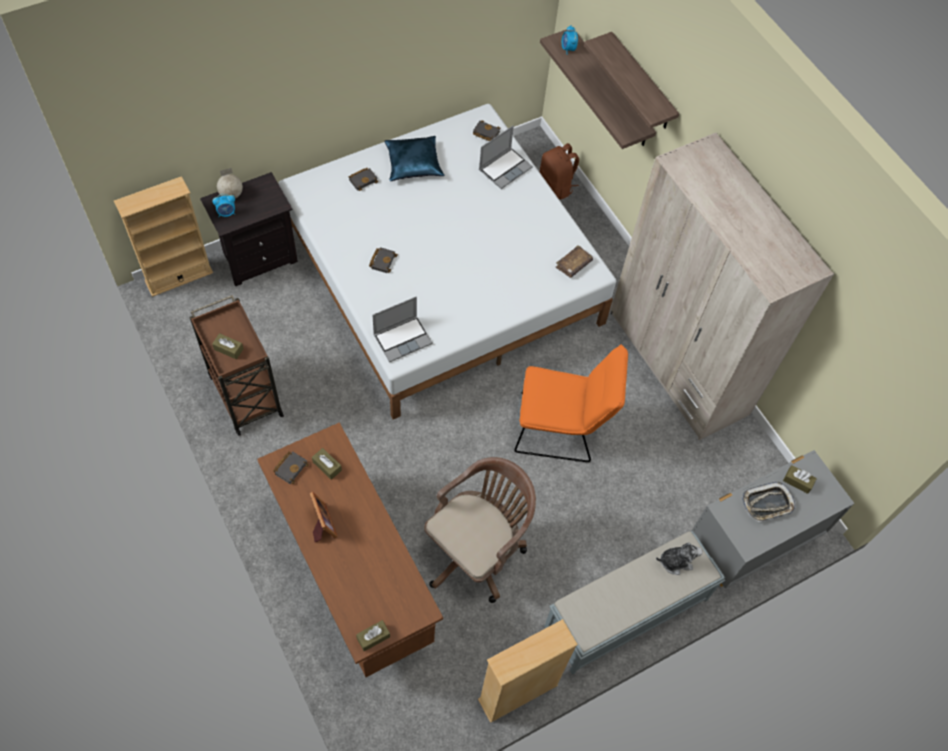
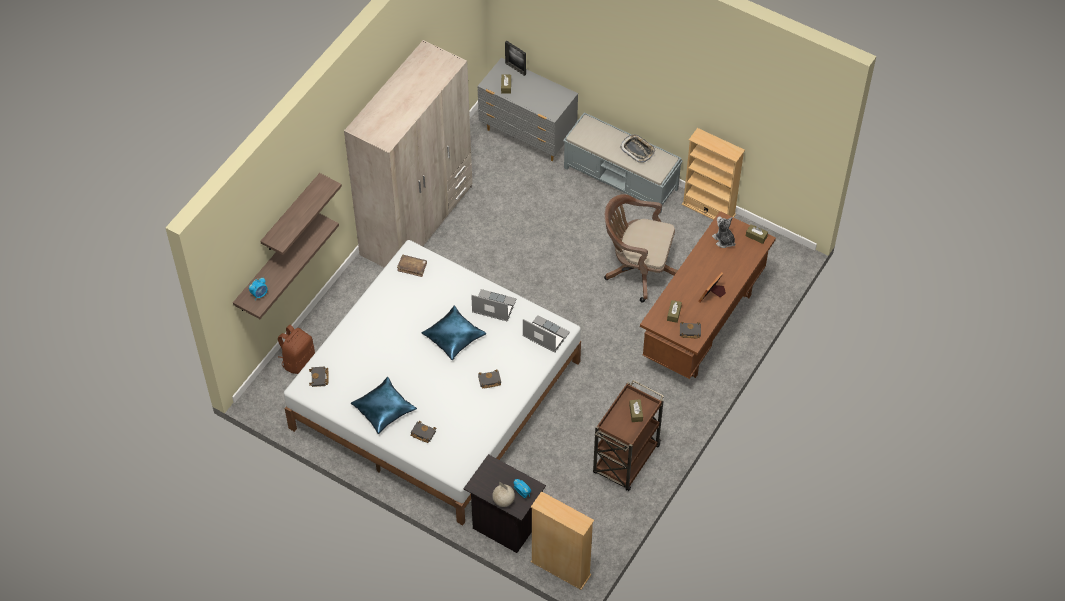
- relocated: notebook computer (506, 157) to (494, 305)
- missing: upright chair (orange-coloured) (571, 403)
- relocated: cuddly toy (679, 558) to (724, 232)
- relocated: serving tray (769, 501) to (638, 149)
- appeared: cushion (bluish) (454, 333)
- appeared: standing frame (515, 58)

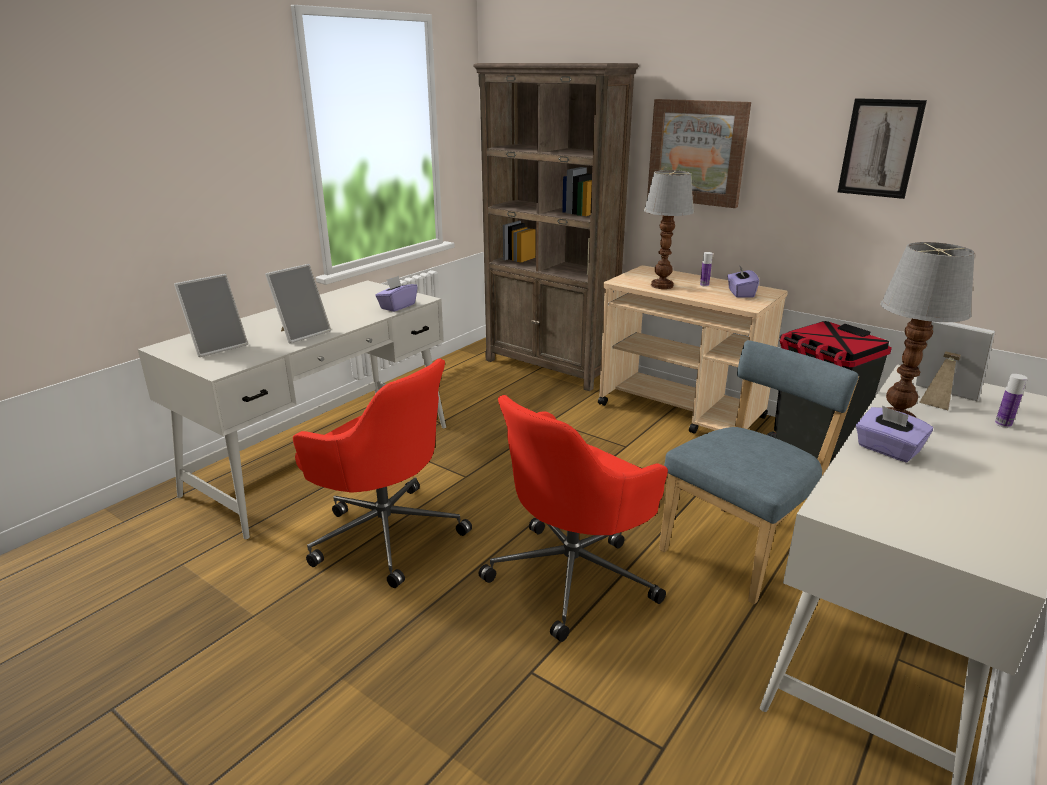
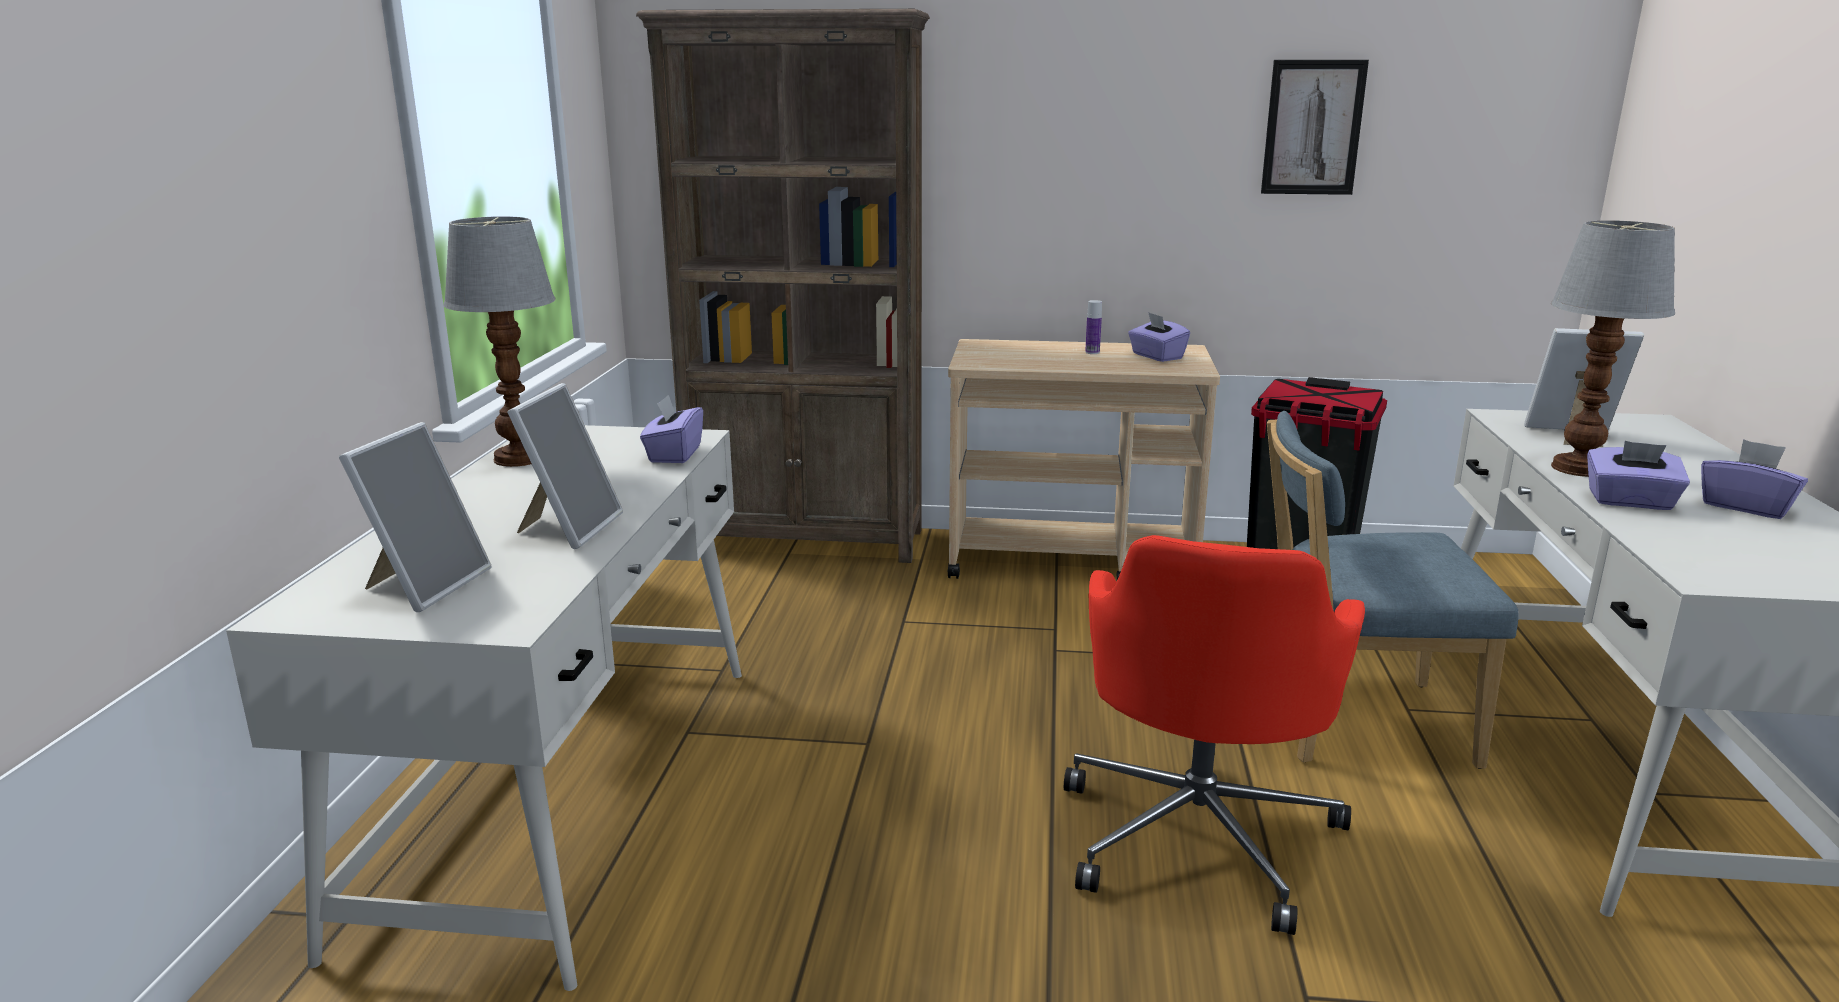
- missing: office chair (reddish) (382, 473)
- relocated: tabletop lamp (669, 229) to (499, 341)
- missing: picture (699, 153)
- spun: upright chair (bluish) (759, 472) = (1392, 590) 105 degrees counterclockwise
- missing: bottle (1011, 401)
- appeared: box of tissues (purple-coloured) (1754, 479)

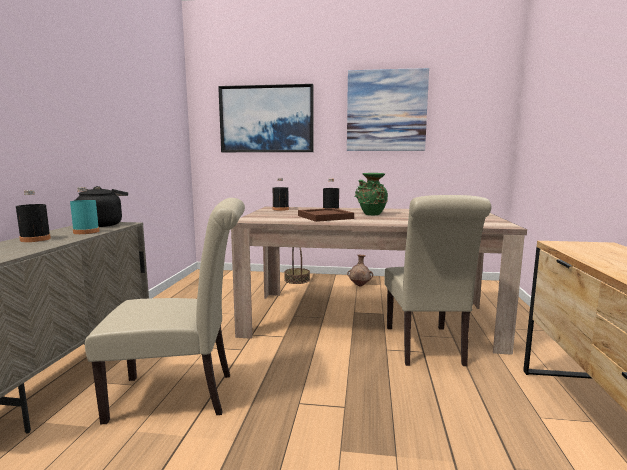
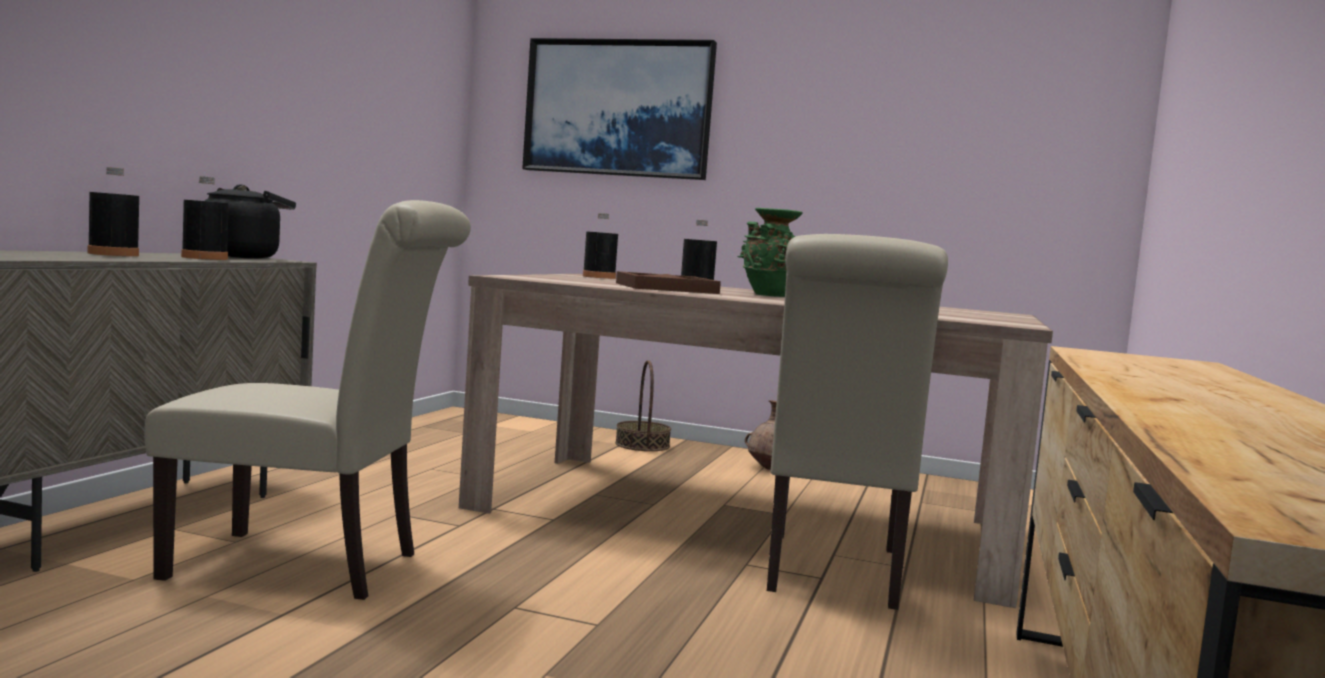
- colour: bottle (turquoise-coloured) (84, 210) to bottle (black) (205, 218)
- missing: picture (388, 109)

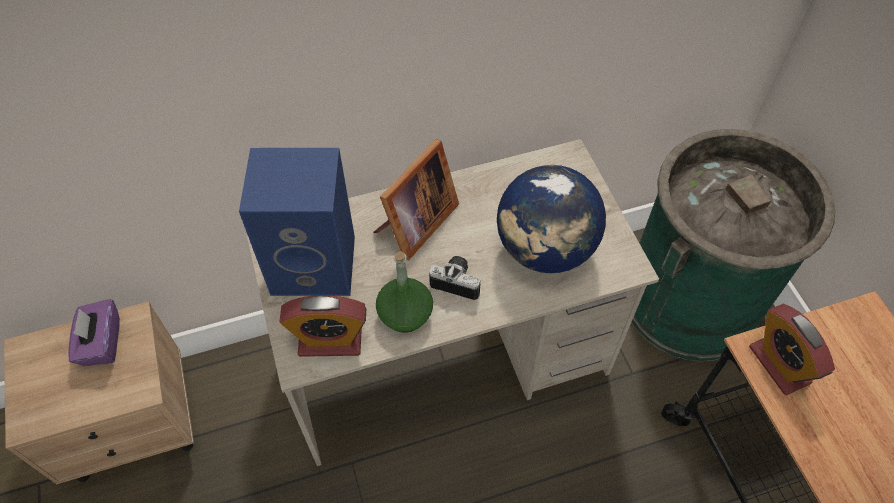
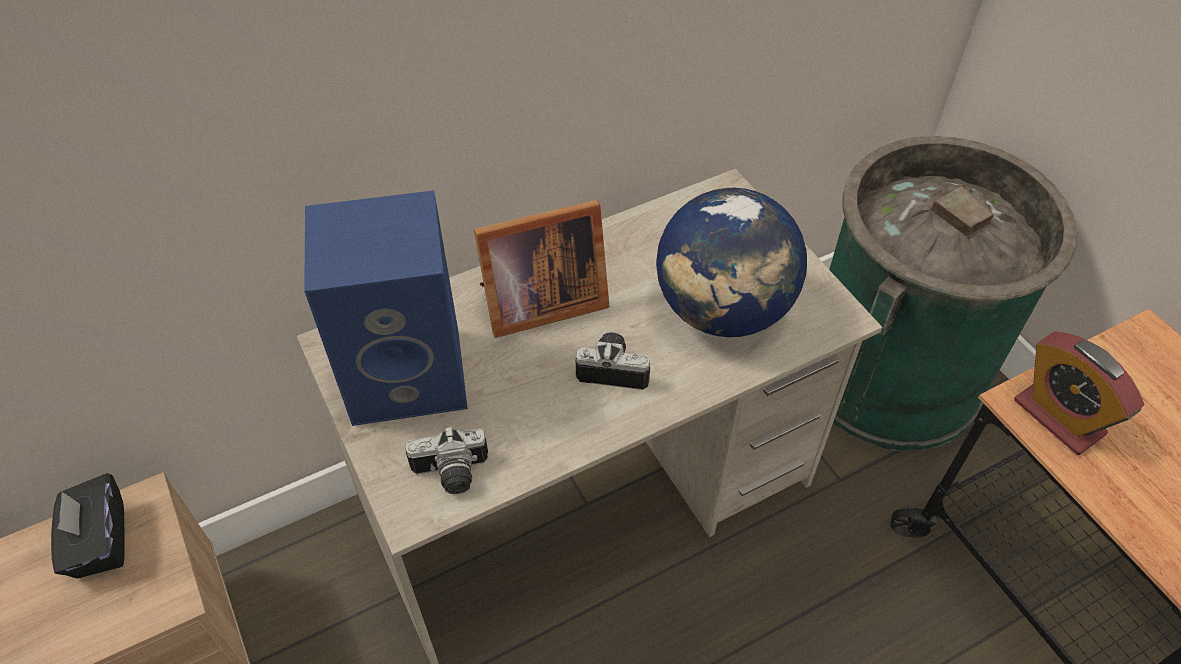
- colour: box of tissues (purple-coloured) (94, 332) to box of tissues (black) (88, 526)
- exchanged: alarm clock (322, 326) to photo camera (447, 460)
- spun: standing frame (416, 199) = (541, 269) 45 degrees clockwise
- missing: bottle (green-coloured) (404, 291)

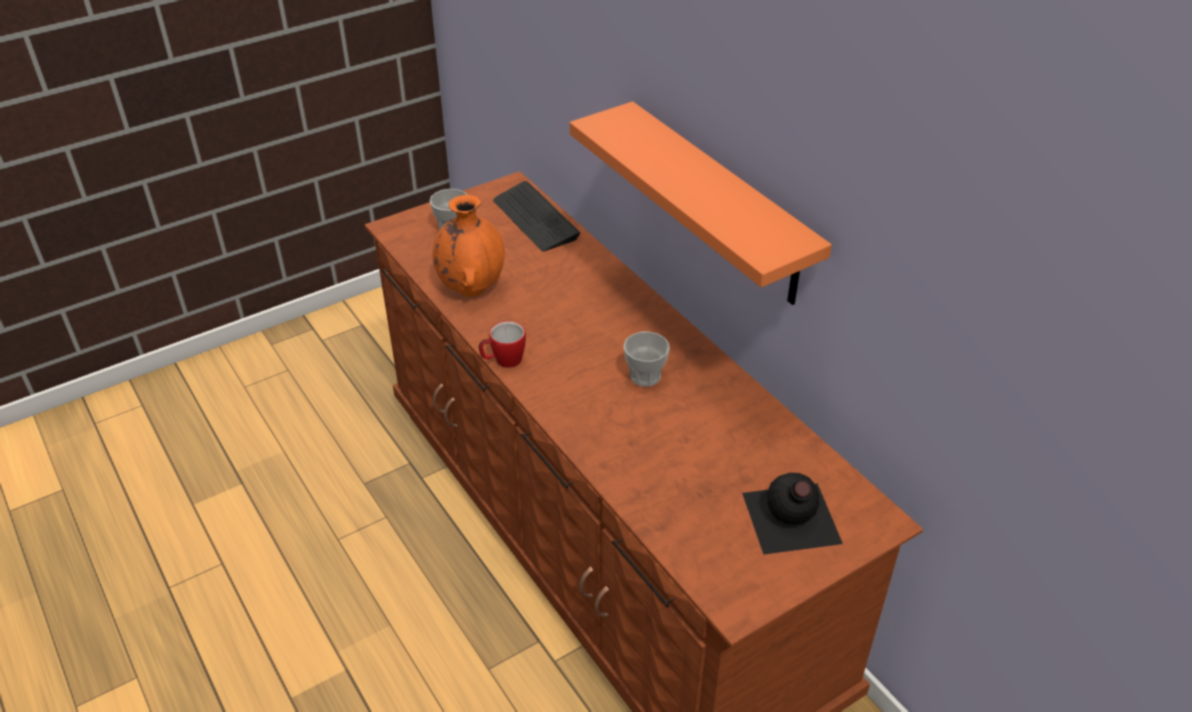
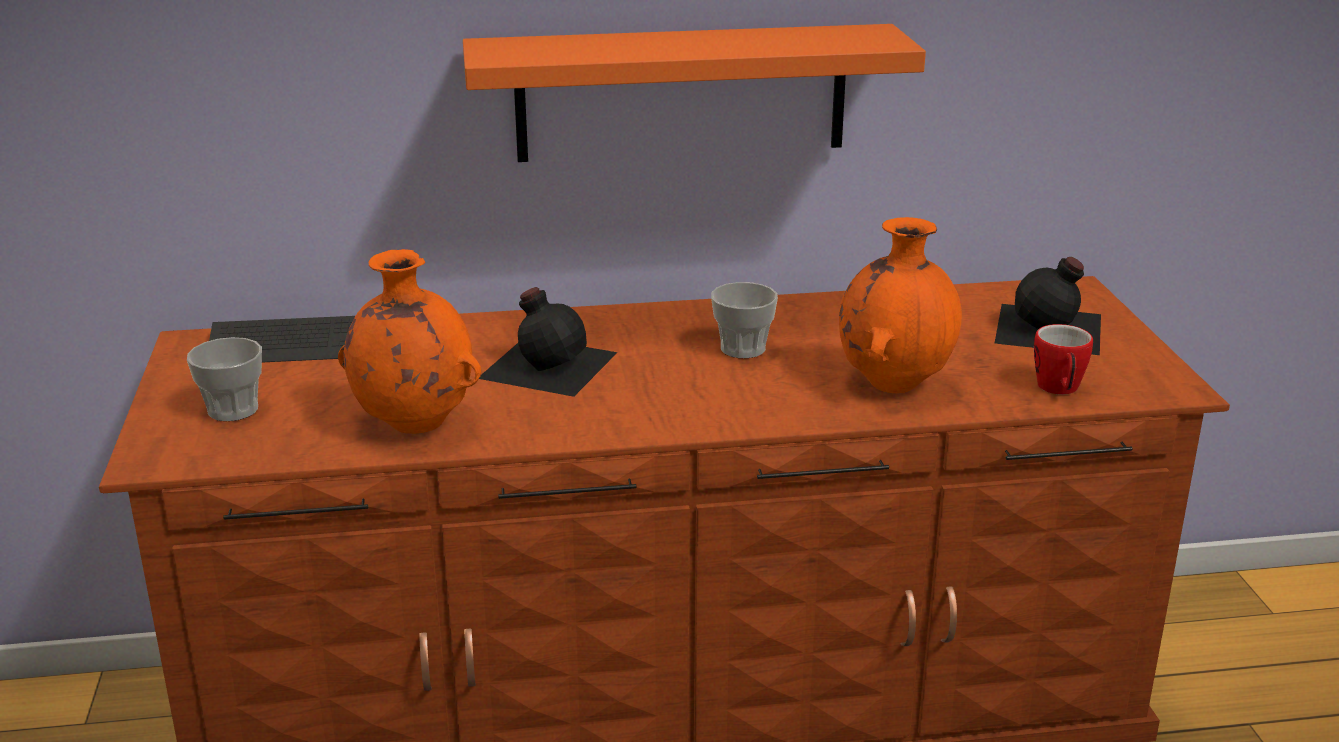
- relocated: tea mug (502, 344) to (1063, 359)
- appeared: bottle (black) (548, 342)
- appeared: decorative vase (orange-coloured) (900, 305)

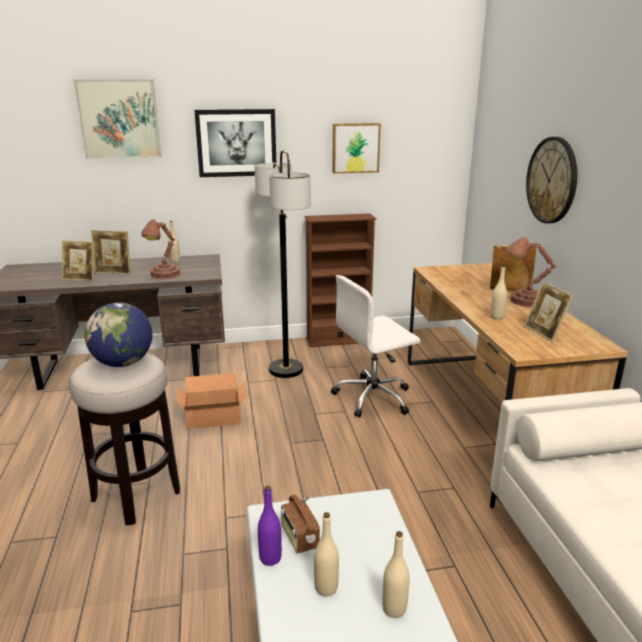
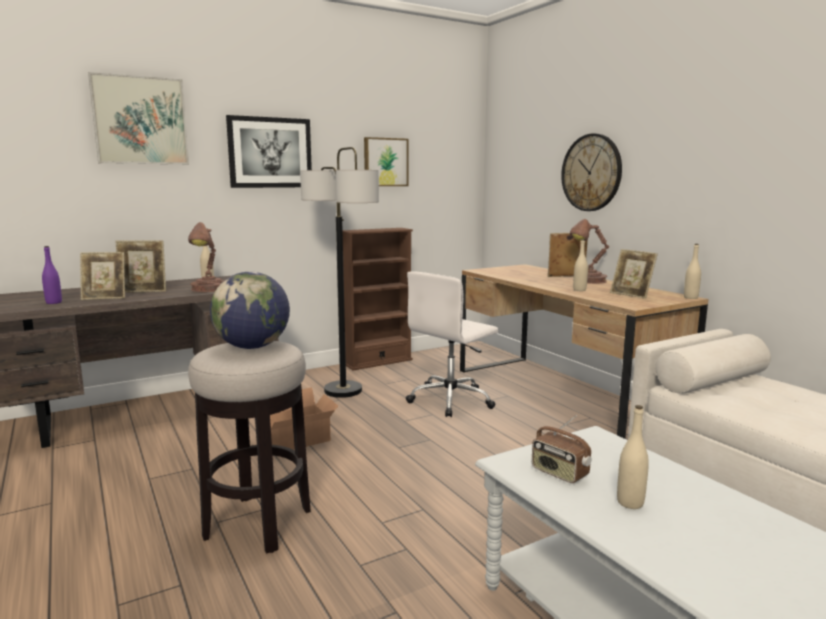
- relocated: bottle (purple-coloured) (270, 526) to (52, 275)
- relocated: bottle (sand-coloured) (396, 574) to (692, 271)

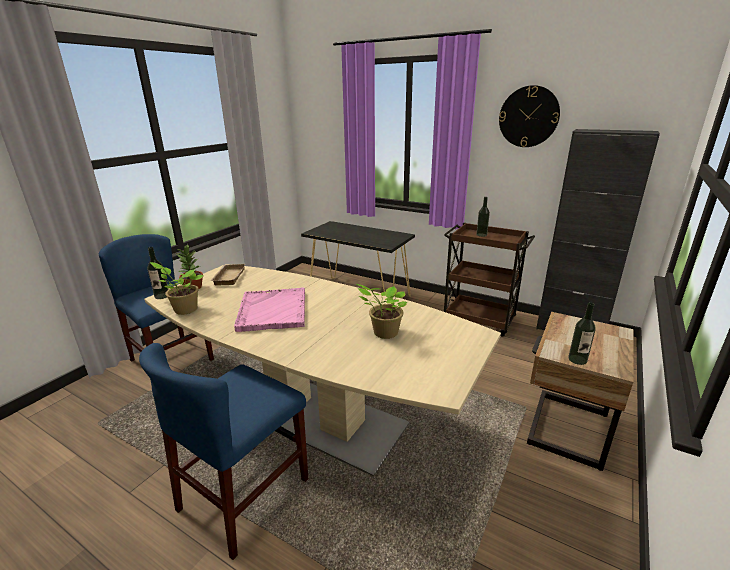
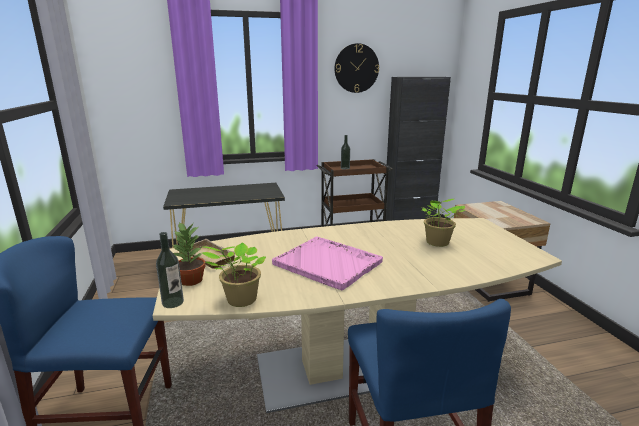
- missing: bottle (582, 334)

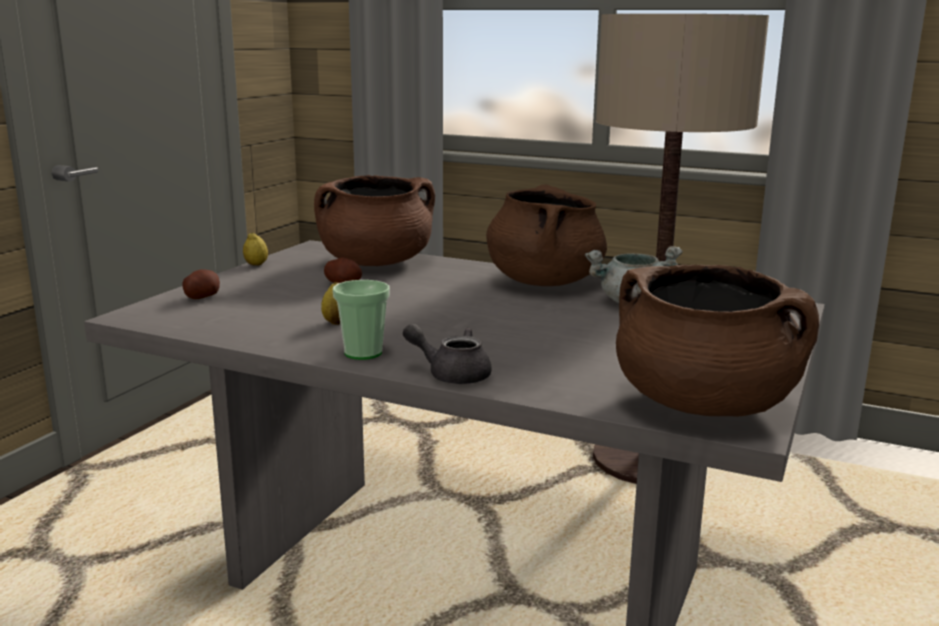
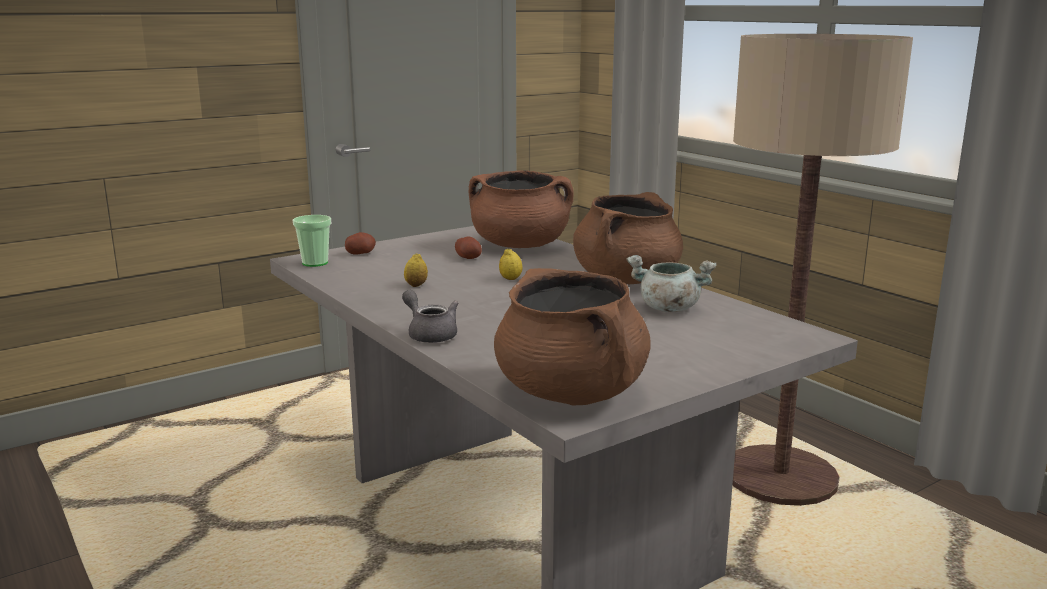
- relocated: lemon (255, 249) to (511, 264)
- relocated: cup (361, 320) to (312, 241)

